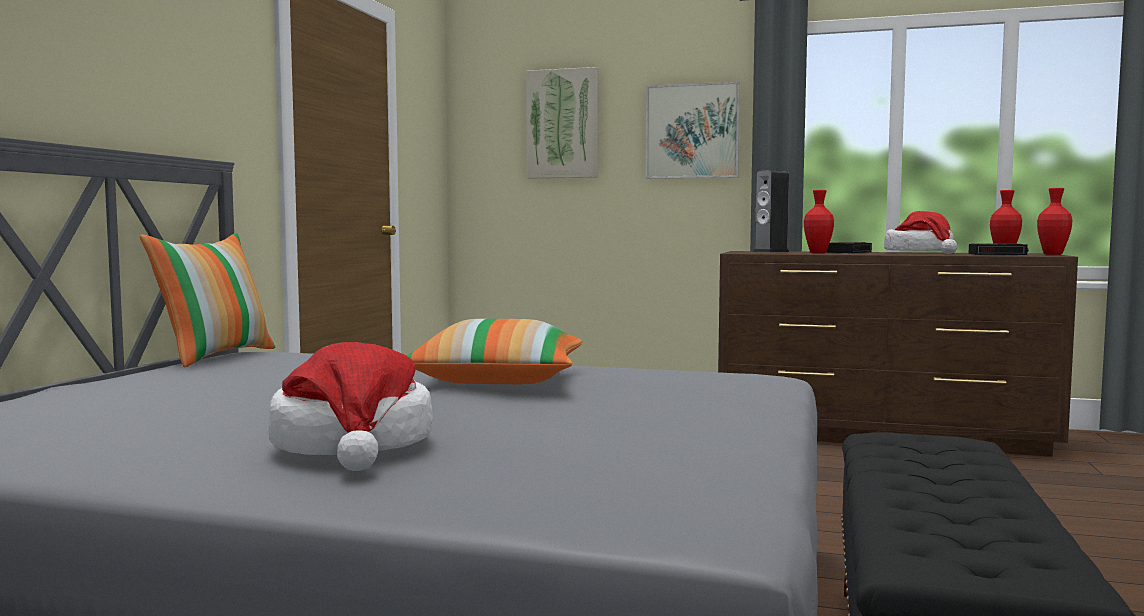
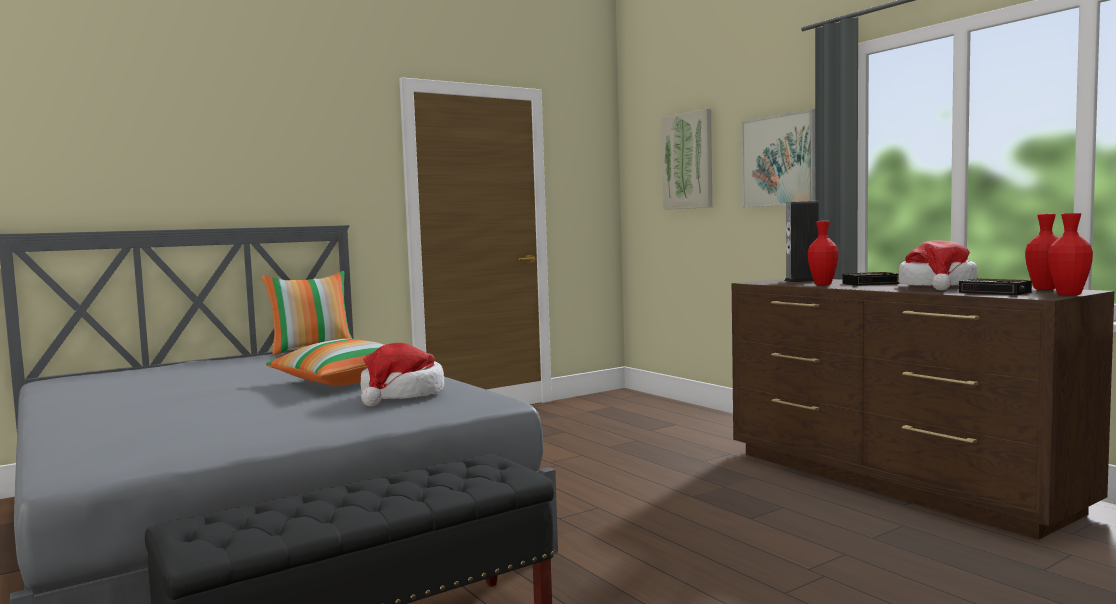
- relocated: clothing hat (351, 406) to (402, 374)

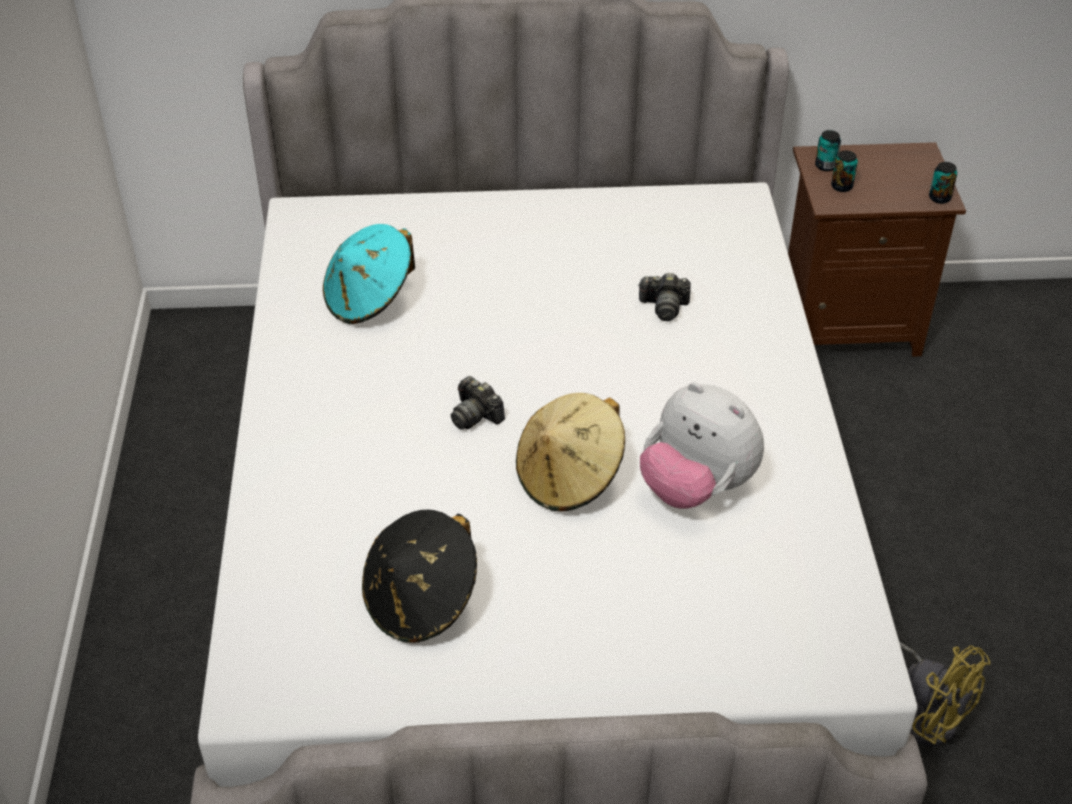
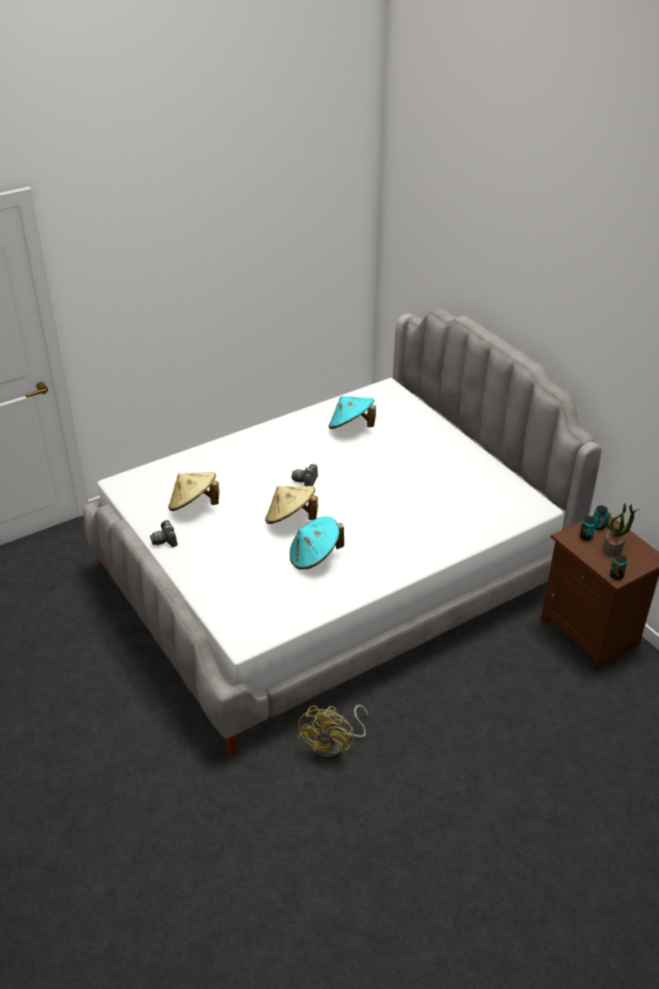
- colour: clothing hat (black) (419, 576) to clothing hat (sand-coloured) (193, 491)
- relocated: photo camera (664, 297) to (164, 533)
- exchanged: cuddly toy (702, 445) to clothing hat (turquoise-coloured) (317, 543)
- appeared: potted plant (621, 530)

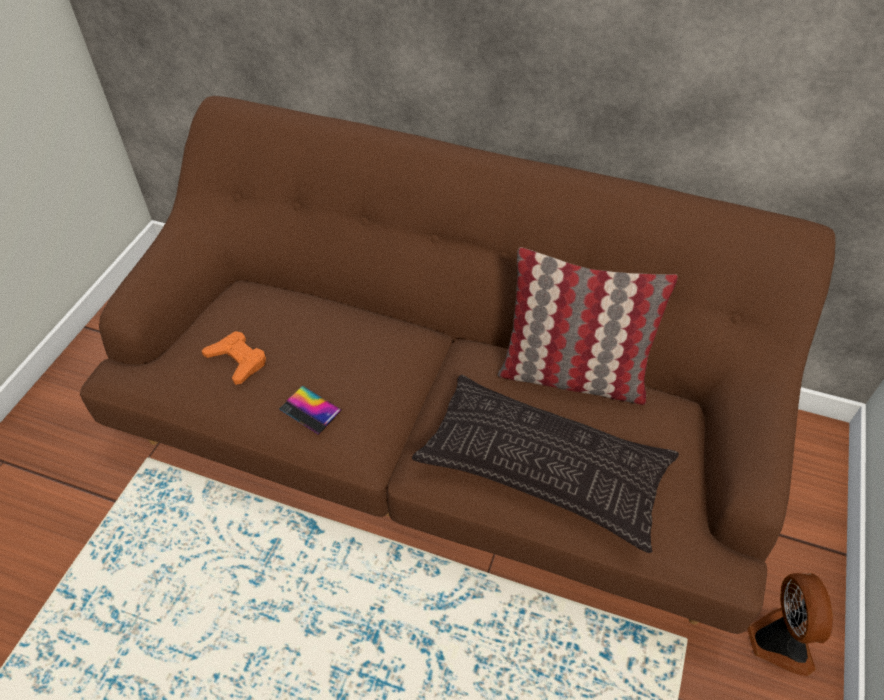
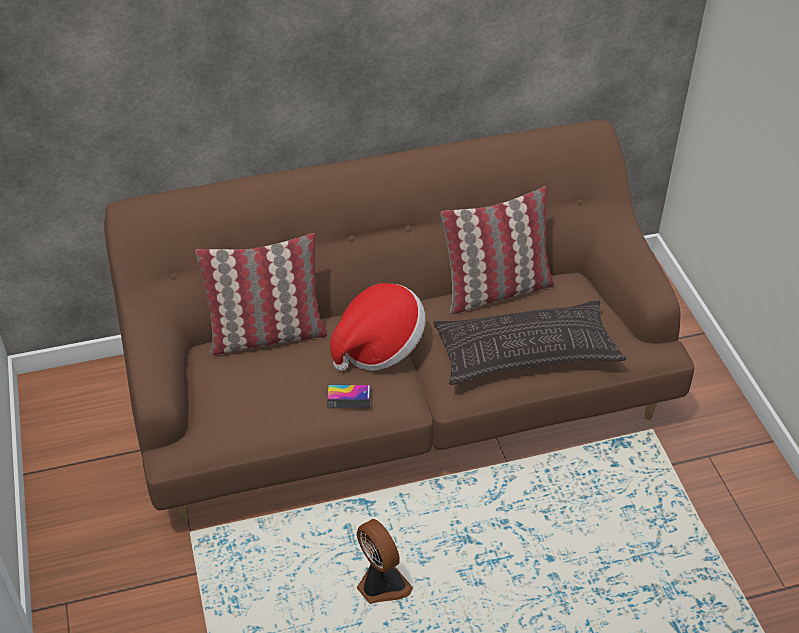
- missing: game controller (orange-coloured) (234, 358)
- relocated: electric fan (790, 624) to (385, 561)
- appeared: cushion (261, 294)
- appeared: clothing hat (377, 327)

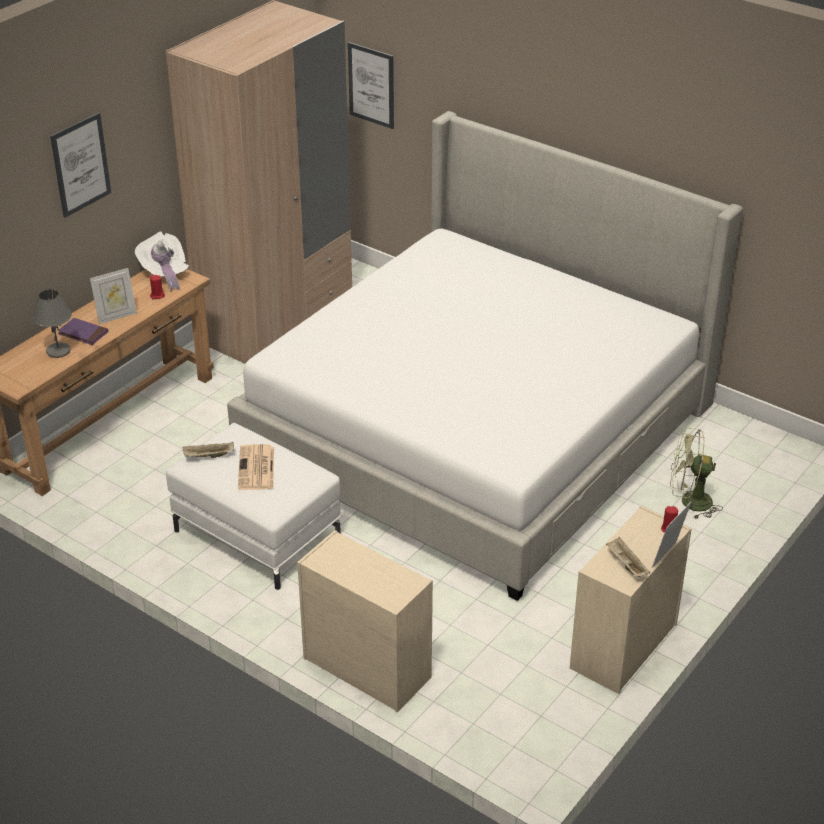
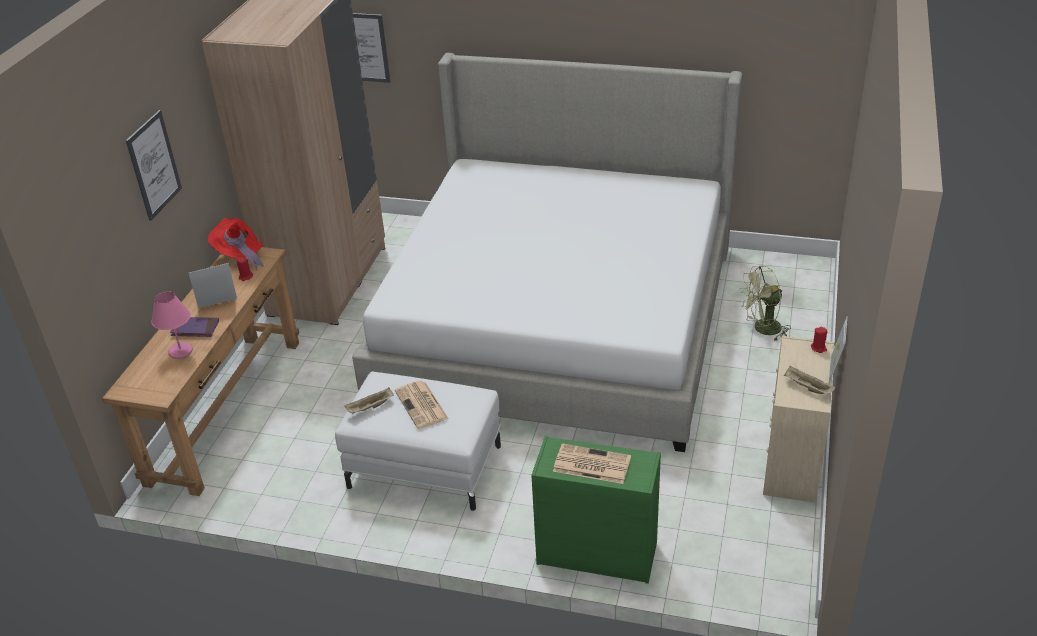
- colour: tabletop lamp (greyish) (52, 323) to tabletop lamp (pink-coloured) (172, 325)
- spun: standing frame (113, 296) = (213, 285) 150 degrees counterclockwise
- colour: clothing hat (whitish) (162, 261) to clothing hat (reddish) (236, 244)
- colour: chest of drawers (sand-coloured) (365, 621) to chest of drawers (green-coloured) (596, 510)
- appeared: printed paper (592, 463)

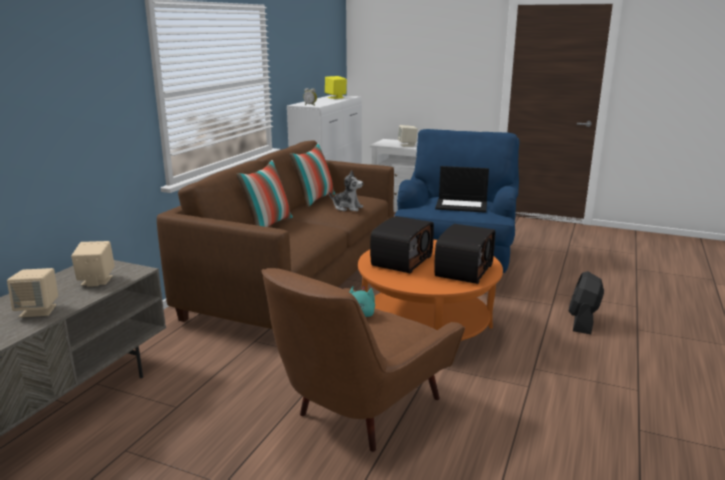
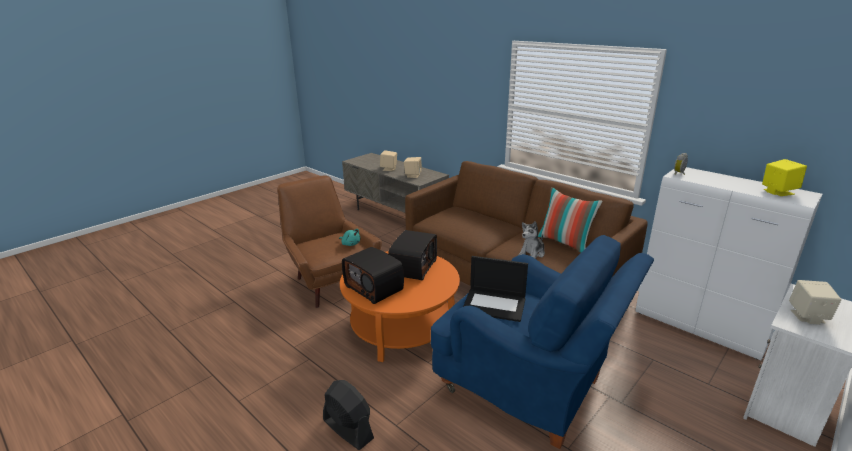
- missing: cushion (264, 193)
- spun: radio set (402, 244) = (413, 255) 120 degrees counterclockwise
- spun: notebook computer (462, 189) = (495, 289) 105 degrees counterclockwise

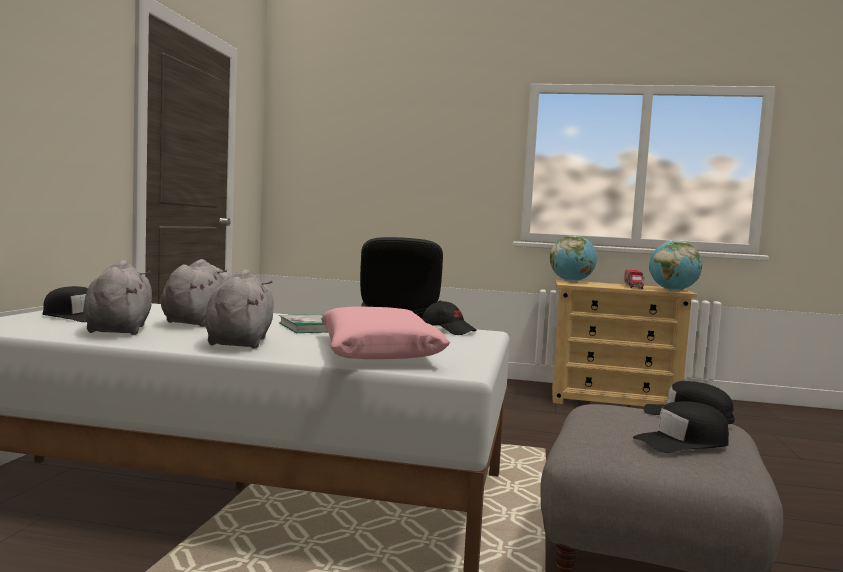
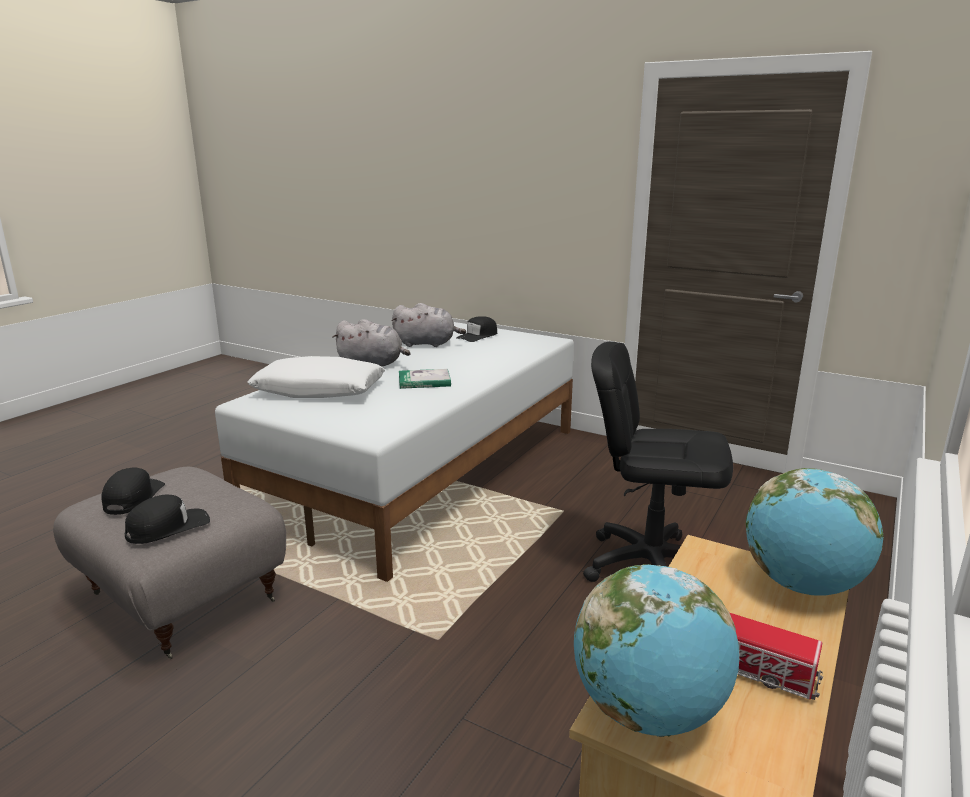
- missing: cuddly toy (greyish) (195, 293)
- colour: cushion (pink-coloured) (385, 333) to cushion (whitish) (316, 377)
- missing: peaked cap (black) (449, 318)

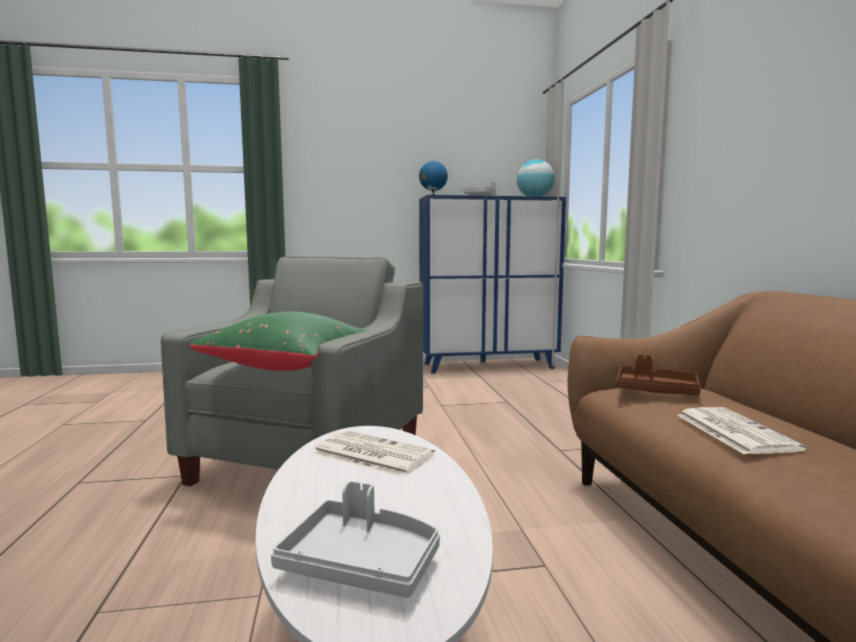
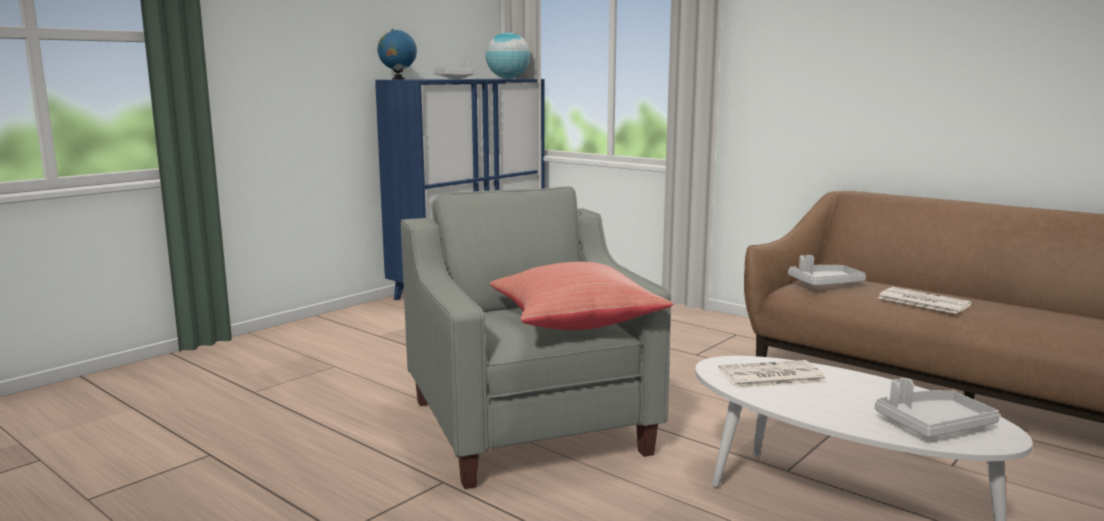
- colour: cushion (green-coloured) (279, 341) to cushion (reddish) (581, 296)
- colour: serving tray (brown) (658, 374) to serving tray (greyish) (827, 270)

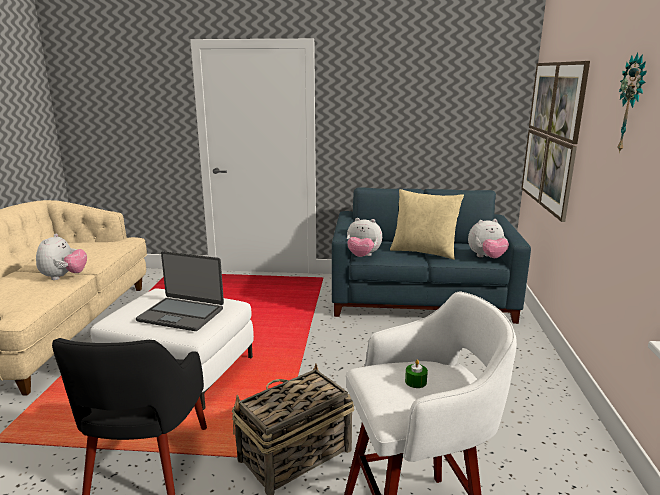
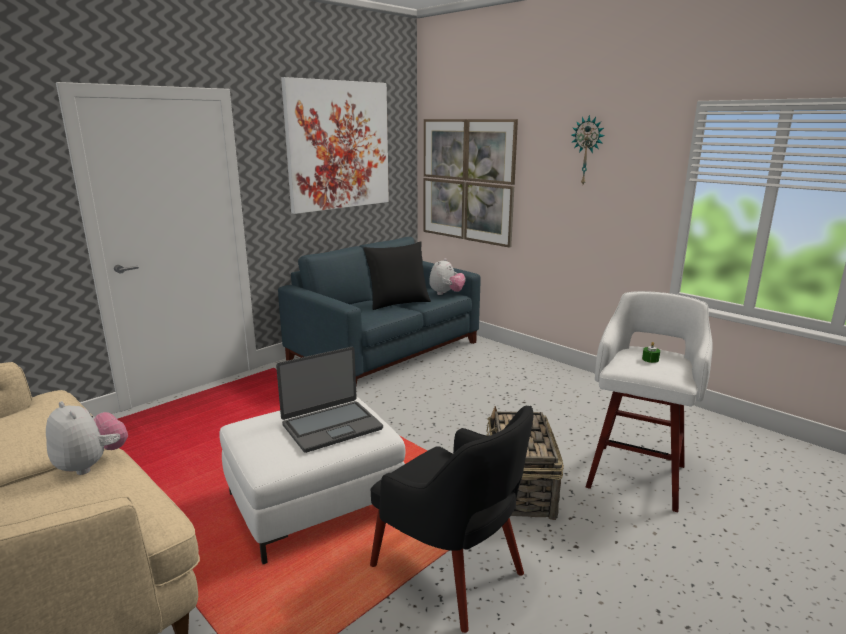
- missing: cuddly toy (364, 237)
- colour: cushion (sand-coloured) (427, 224) to cushion (black) (397, 275)
- appeared: picture (335, 145)

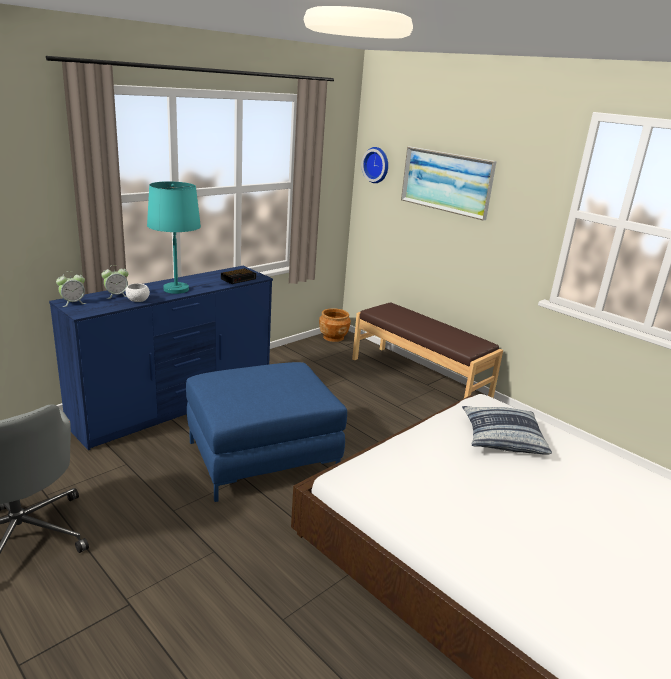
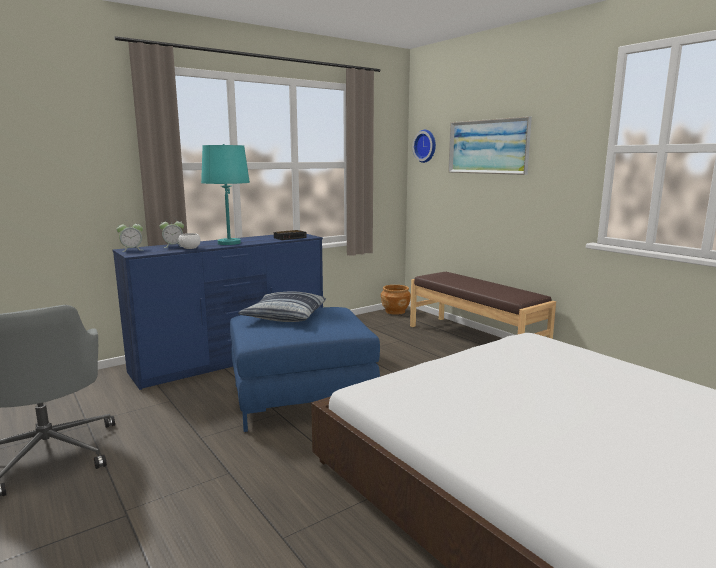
- relocated: cushion (507, 430) to (282, 306)

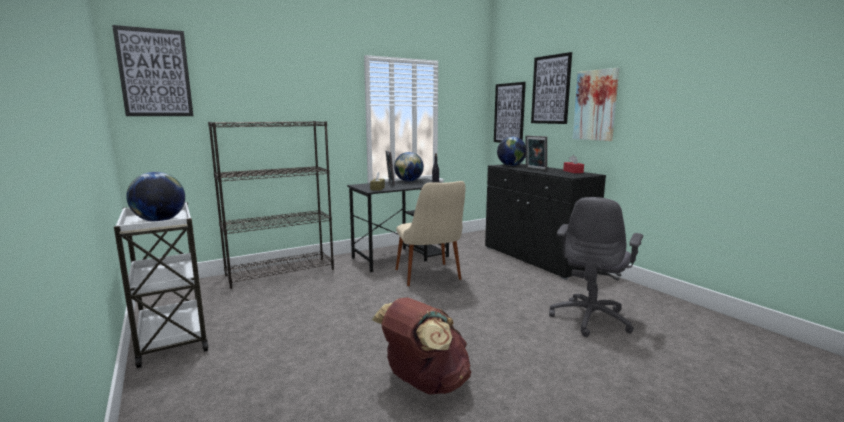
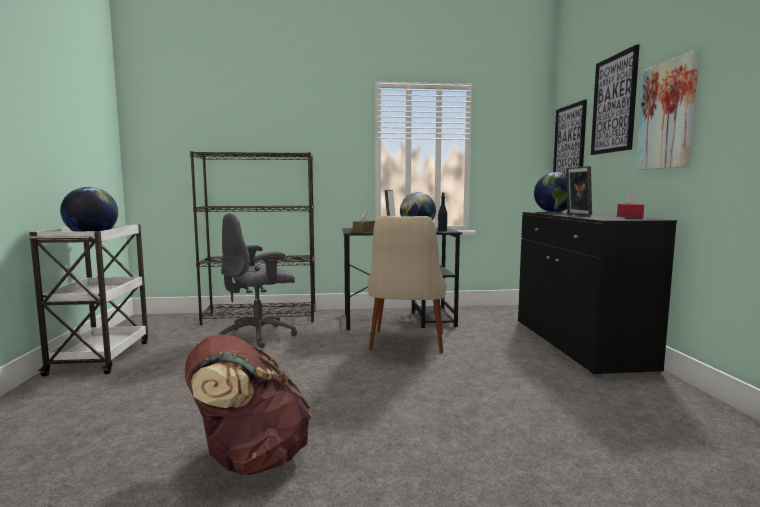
- missing: picture (152, 70)
- relocated: office chair (greyish) (596, 267) to (258, 280)

